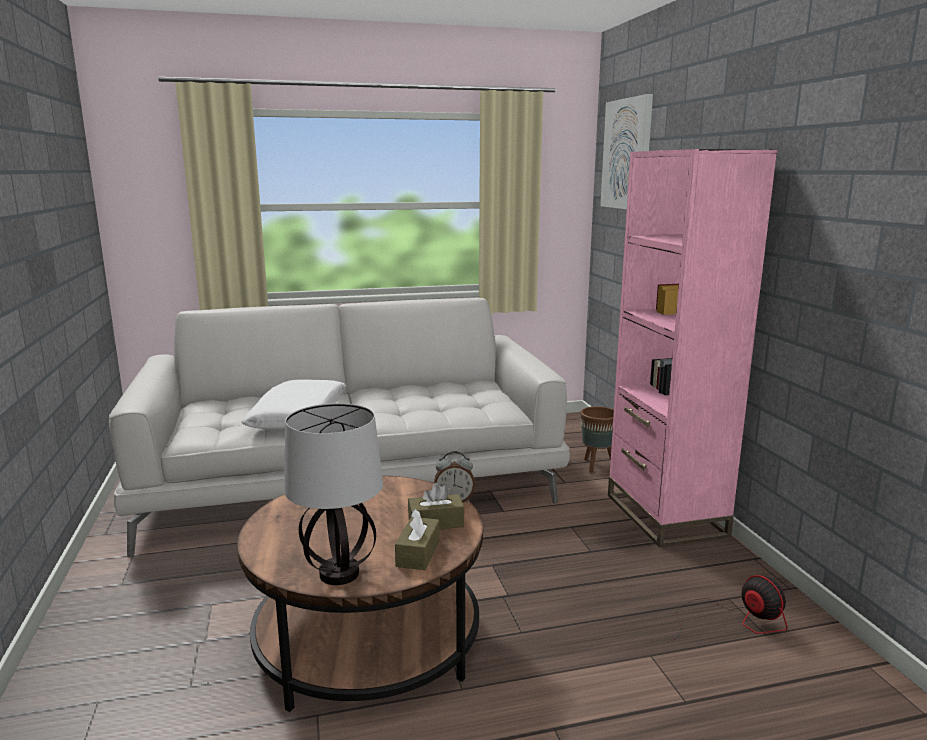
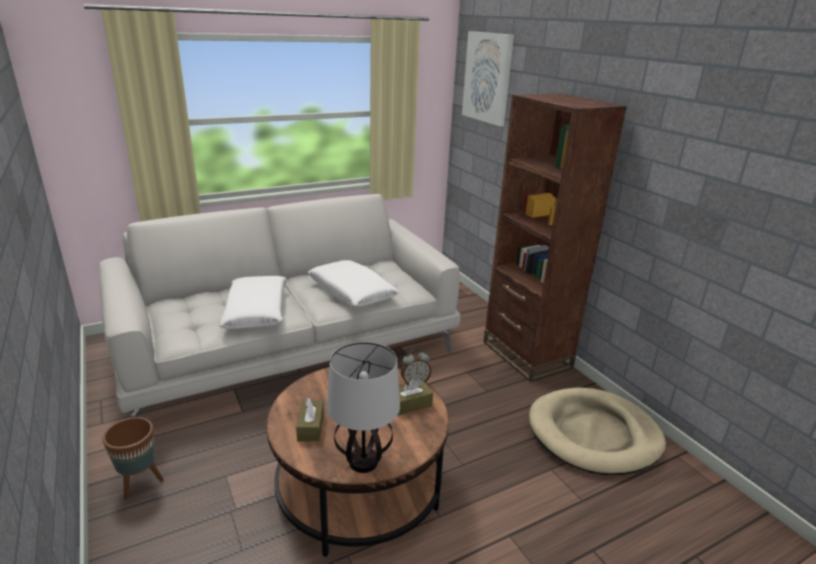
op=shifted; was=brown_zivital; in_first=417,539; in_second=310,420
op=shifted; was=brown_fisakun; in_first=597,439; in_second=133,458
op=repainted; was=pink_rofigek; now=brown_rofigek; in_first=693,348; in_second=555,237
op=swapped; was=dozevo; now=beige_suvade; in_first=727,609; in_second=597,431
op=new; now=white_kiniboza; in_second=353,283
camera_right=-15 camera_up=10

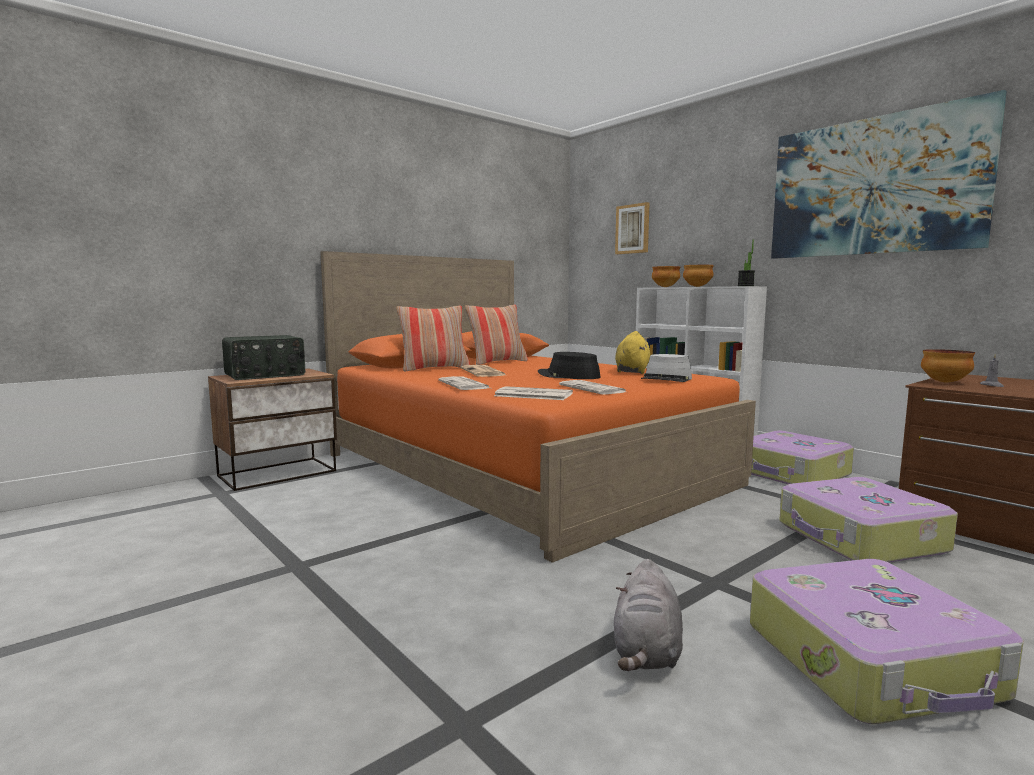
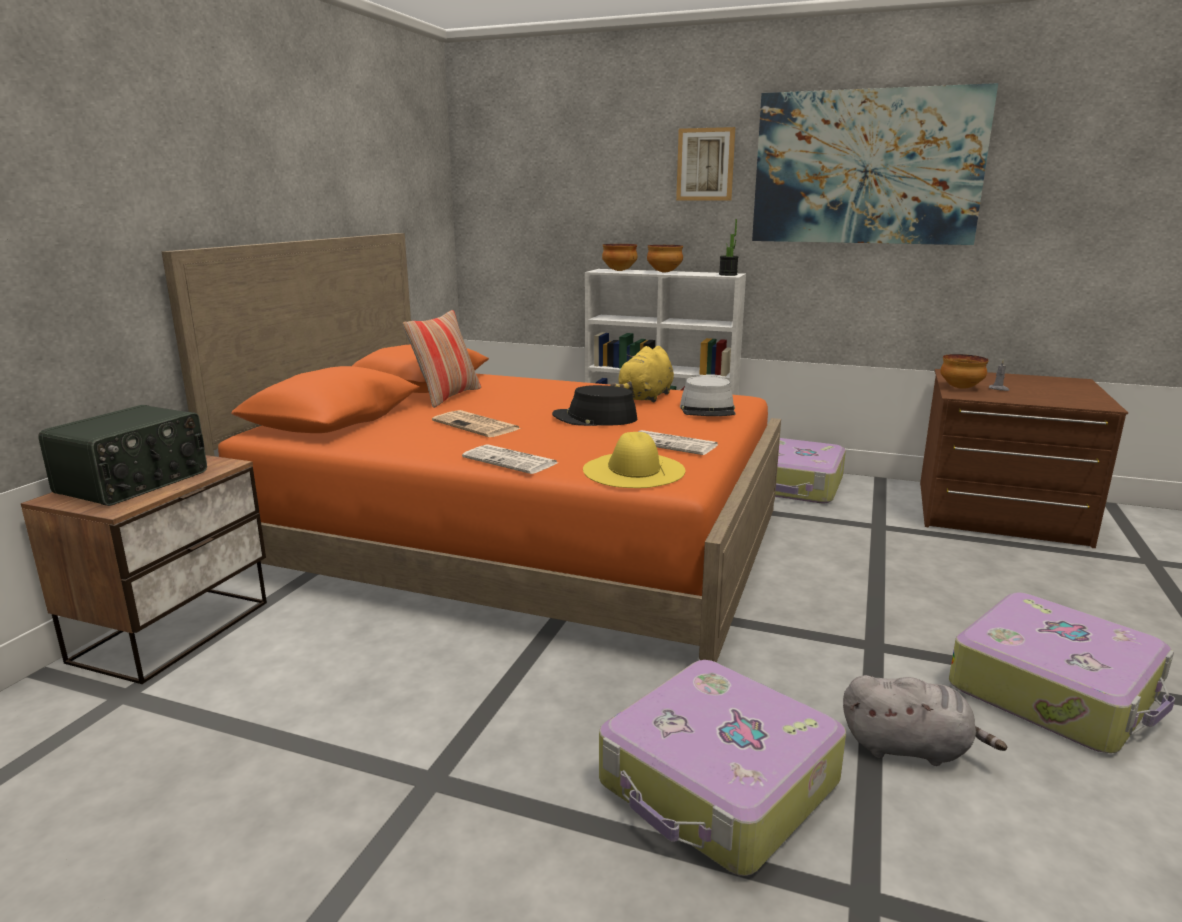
op=gone; was=kiniboza; in_first=433,339
op=swapped; was=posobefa; now=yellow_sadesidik; in_first=533,393; in_second=634,460
op=rotated; was=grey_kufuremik; in_first=648,615; in_second=925,720; clockwise=-60
op=shifted; was=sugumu; in_first=632,228; in_second=705,164
op=rotated; was=yellow_kufuremik; in_first=632,352; in_second=642,374; clockwise=-135
op=shifted; was=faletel; in_first=868,520; in_second=722,768
camera_right=-30 camera_up=10

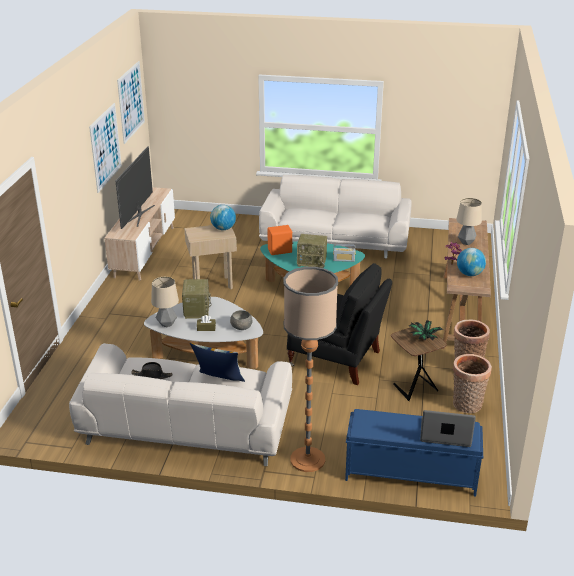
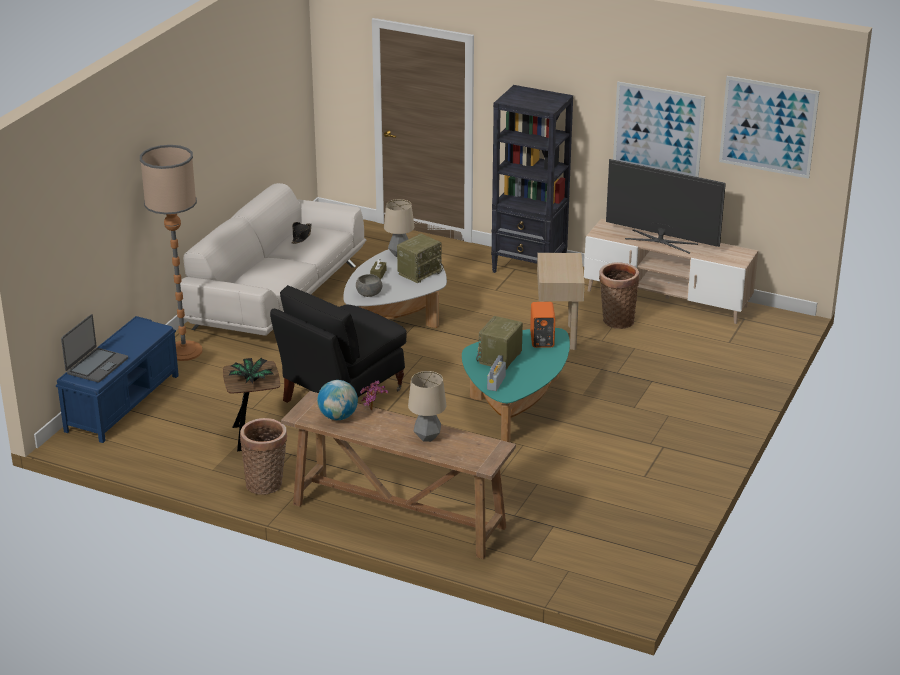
op=rotated; was=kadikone; in_first=197,299; in_second=420,258; clockwise=-60
op=gone; was=kiniboza; in_first=217,362
op=gone; was=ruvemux; in_first=223,217
op=gone; was=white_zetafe; in_first=335,216
op=shifted; was=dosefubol; in_first=472,383; in_second=619,295
op=new; now=black_rofigek; in_second=532,179
camera_right=105 camera_up=0

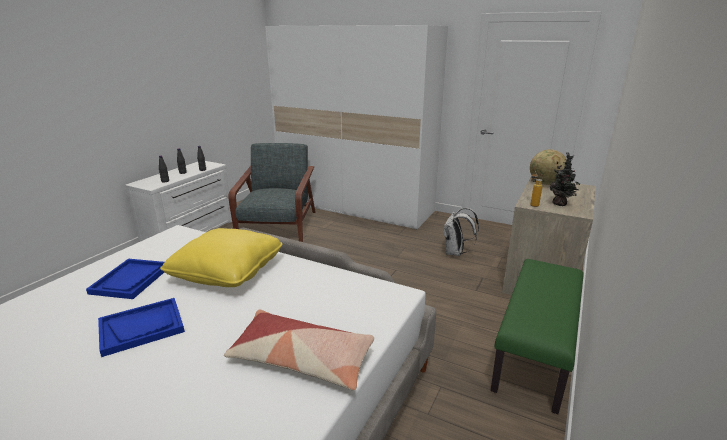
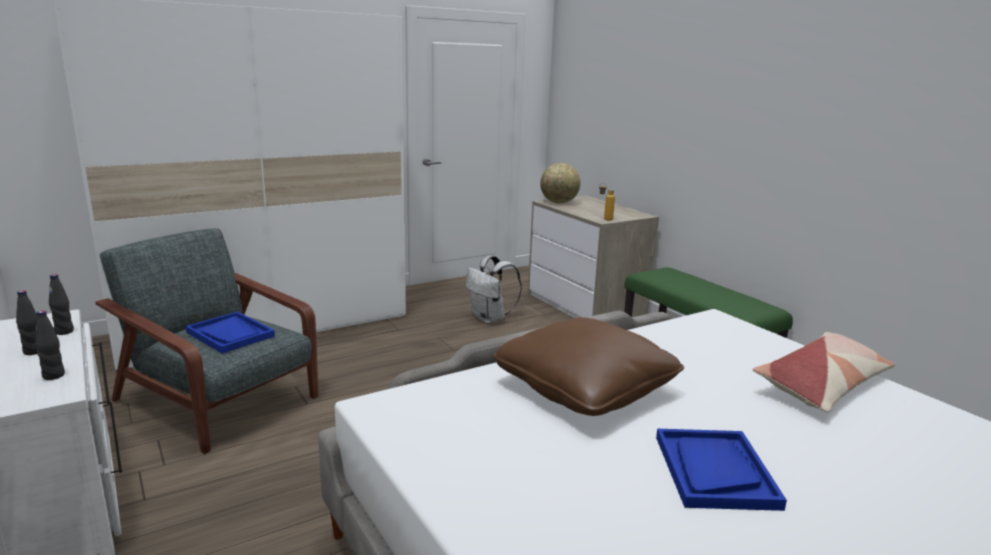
op=shifted; was=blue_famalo; in_first=125,279; in_second=230,333
op=repainted; was=yellow_kiniboza; now=brown_kiniboza; in_first=221,257; in_second=588,366
op=gone; was=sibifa; in_first=565,179
camera_right=-60 camera_up=-5

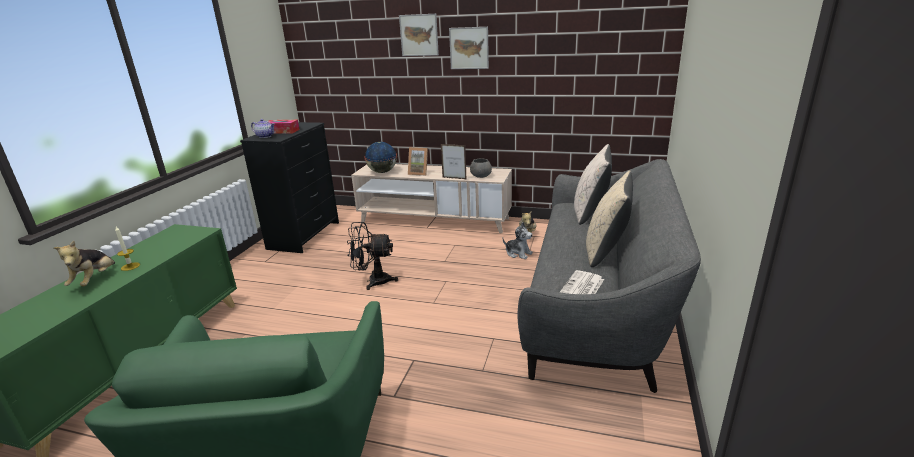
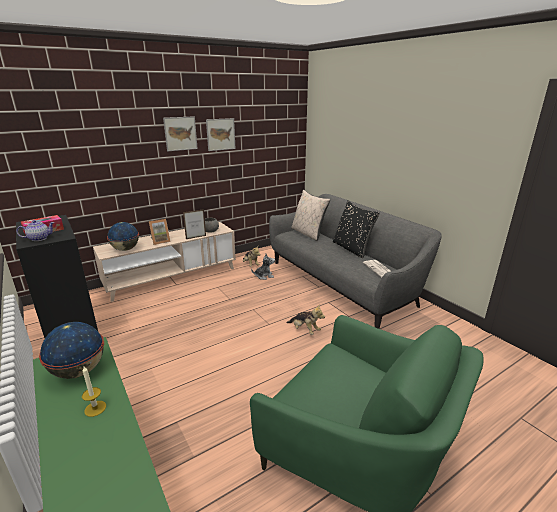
op=shifted; was=kufuremik; in_first=84,263; in_second=305,320
op=gone; was=black_dozevo; in_first=372,256
op=shifted; was=sugumu; in_first=419,35; in_second=221,134
op=repainted; was=beige_kiniboza; now=black_kiniboza; in_first=609,218; in_second=356,229
op=new; now=ruvemux; in_second=71,350
camera_right=-50 camera_up=0

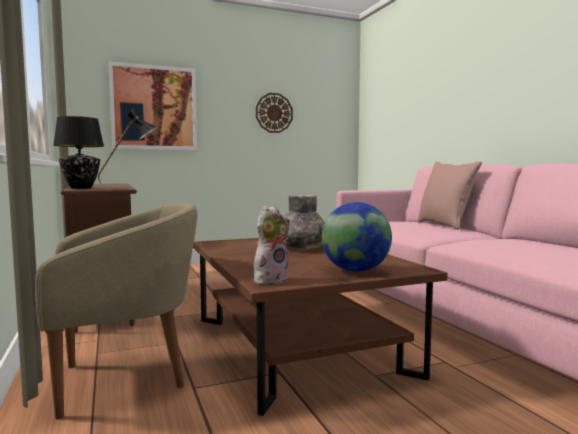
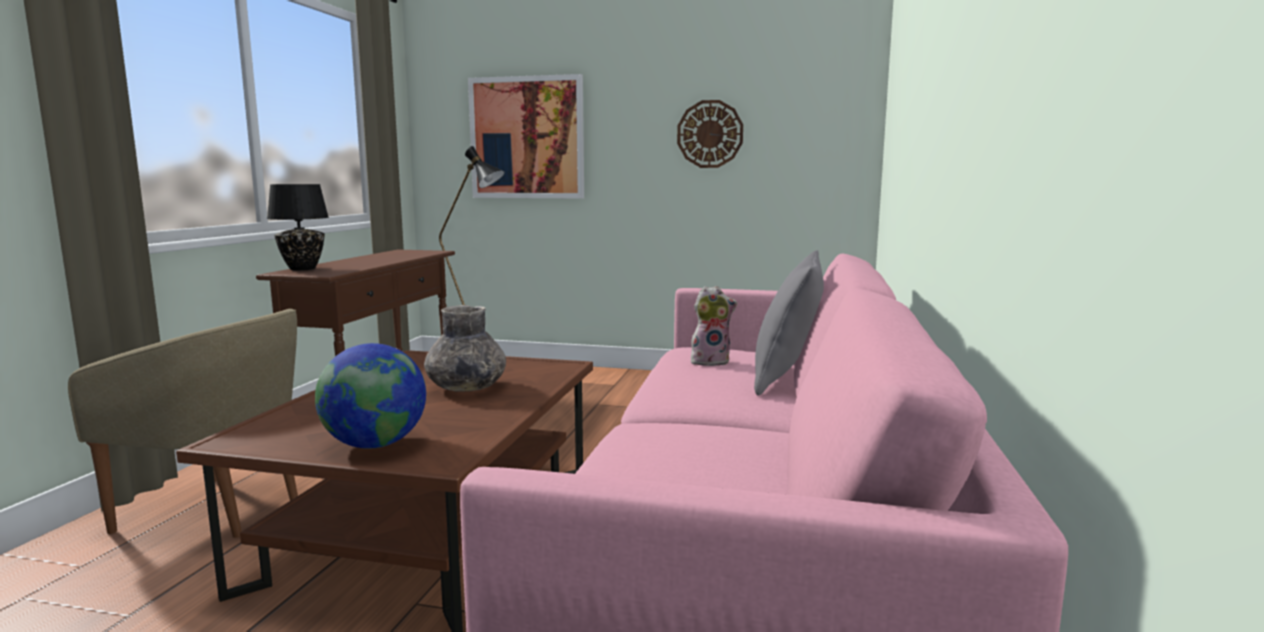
op=shifted; was=kufuremik; in_first=272,245; in_second=714,326
op=repainted; was=pink_kiniboza; now=grey_kiniboza; in_first=450,195; in_second=789,322
camera_right=35 camera_up=5

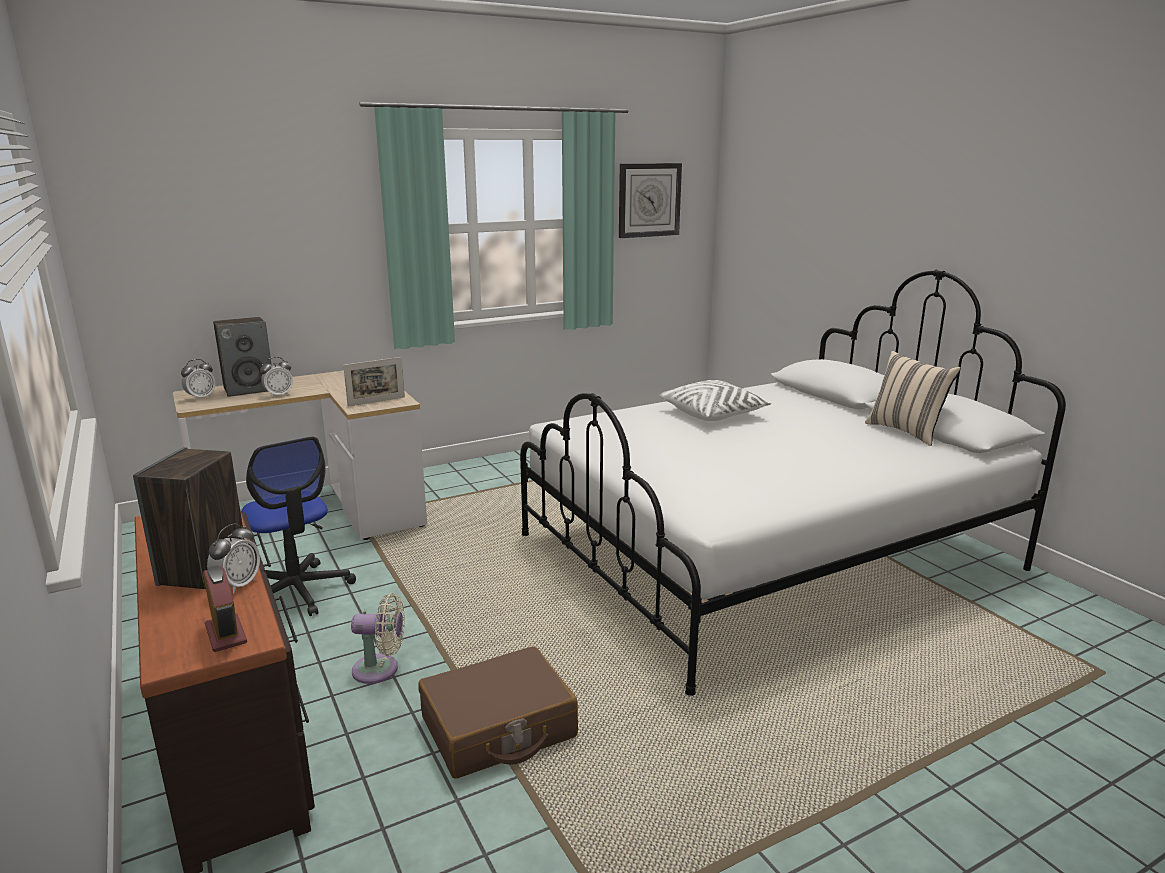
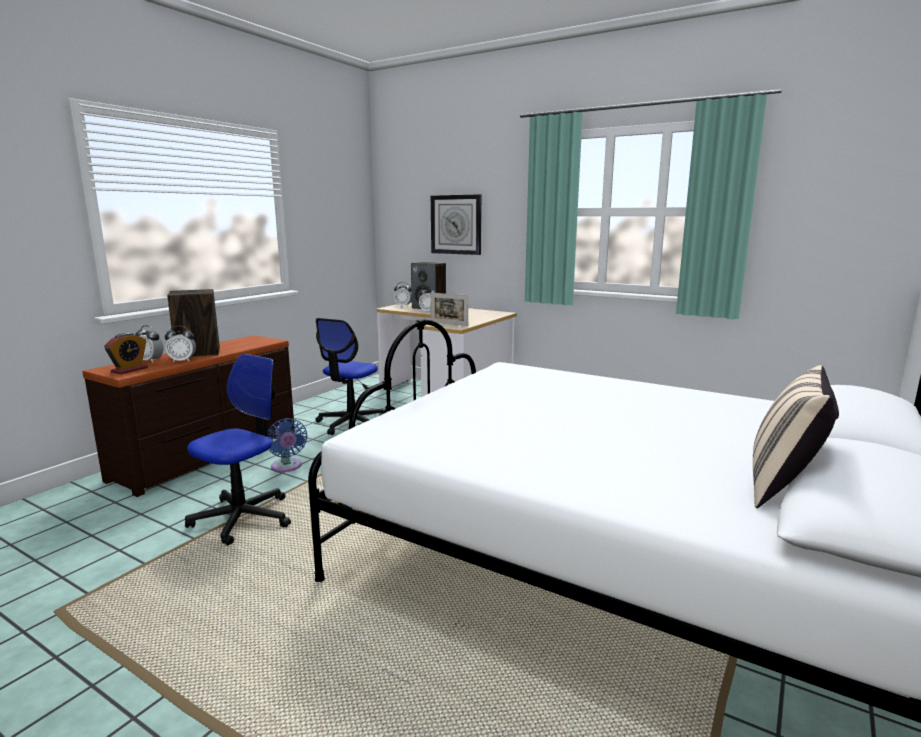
op=repainted; was=beige_dozevo; now=blue_dozevo; in_first=378,638; in_second=287,445
op=swapped; was=brown_faletel; now=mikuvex; in_first=498,712; in_second=238,450
op=shifted; was=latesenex; in_first=650,200; in_second=456,224
op=gone; was=white_kiniboza; in_first=715,400
op=new; now=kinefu; in_second=149,344
camera_right=60 camera_up=-5

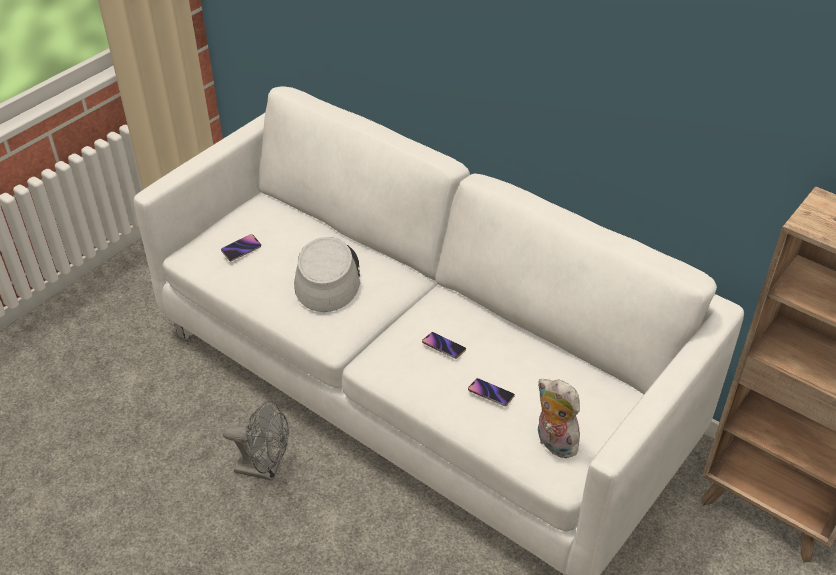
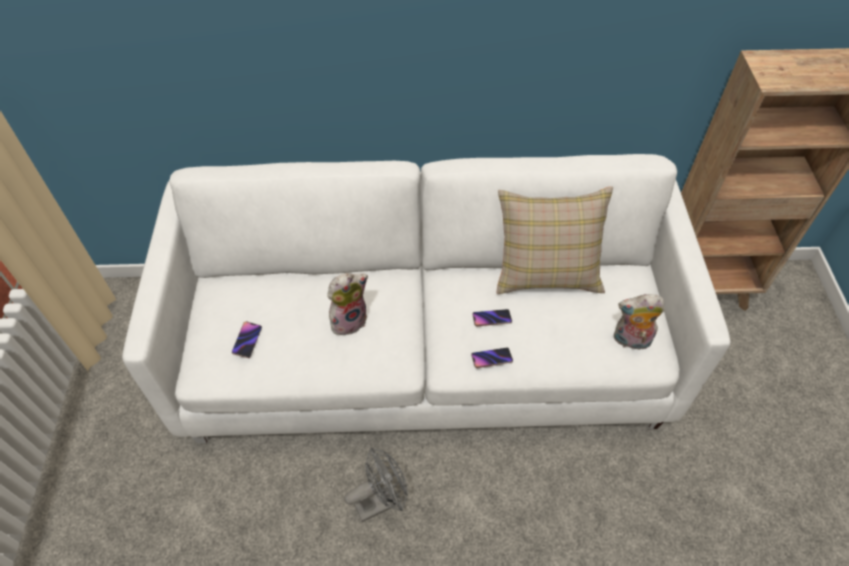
op=swapped; was=grey_sadesidik; now=kufuremik; in_first=327,274; in_second=347,304
op=shifted; was=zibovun; in_first=491,392; in_second=492,358
op=new; now=beige_kiniboza; in_second=555,240
camera_right=-40 camera_up=10

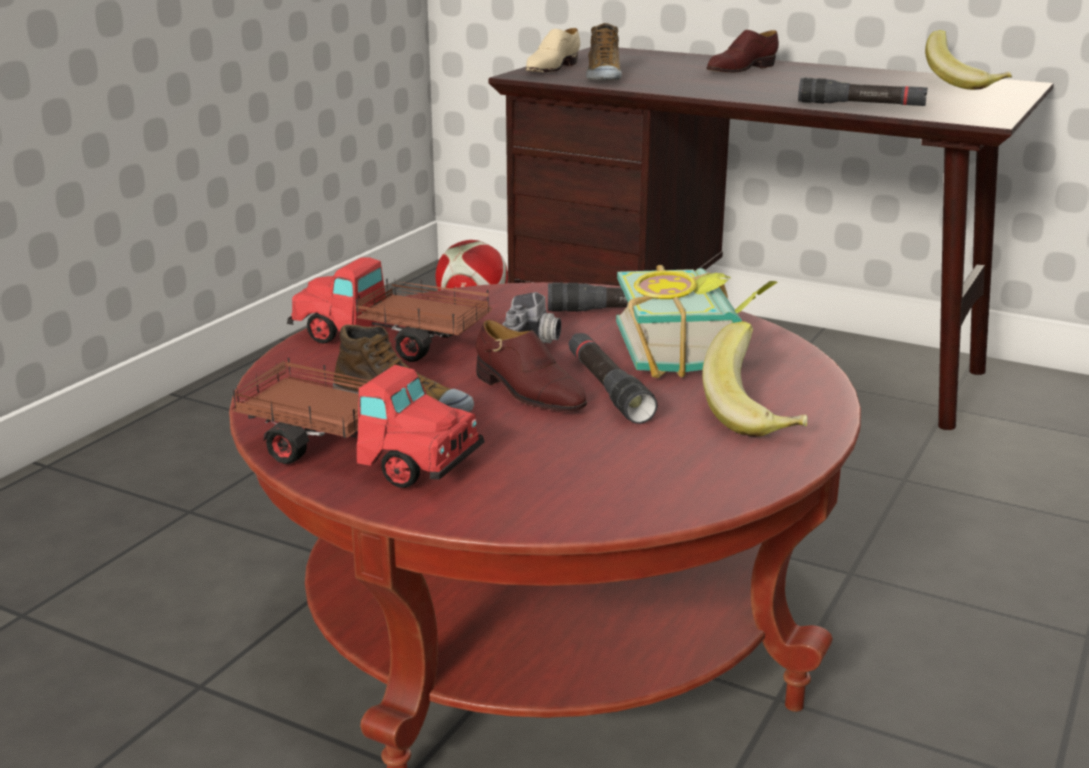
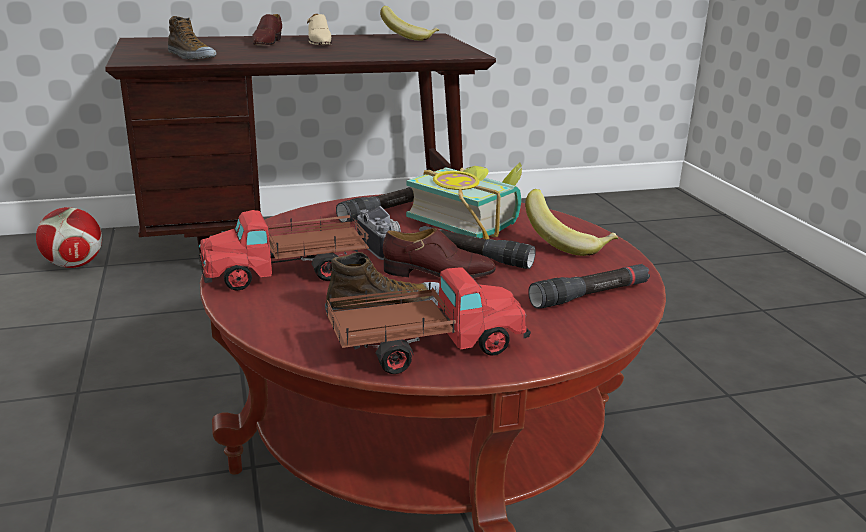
op=shifted; was=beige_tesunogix; in_first=553,50; in_second=319,29
op=shifted; was=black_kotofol; in_first=863,92; in_second=589,286
camera_right=-45 camera_up=0

